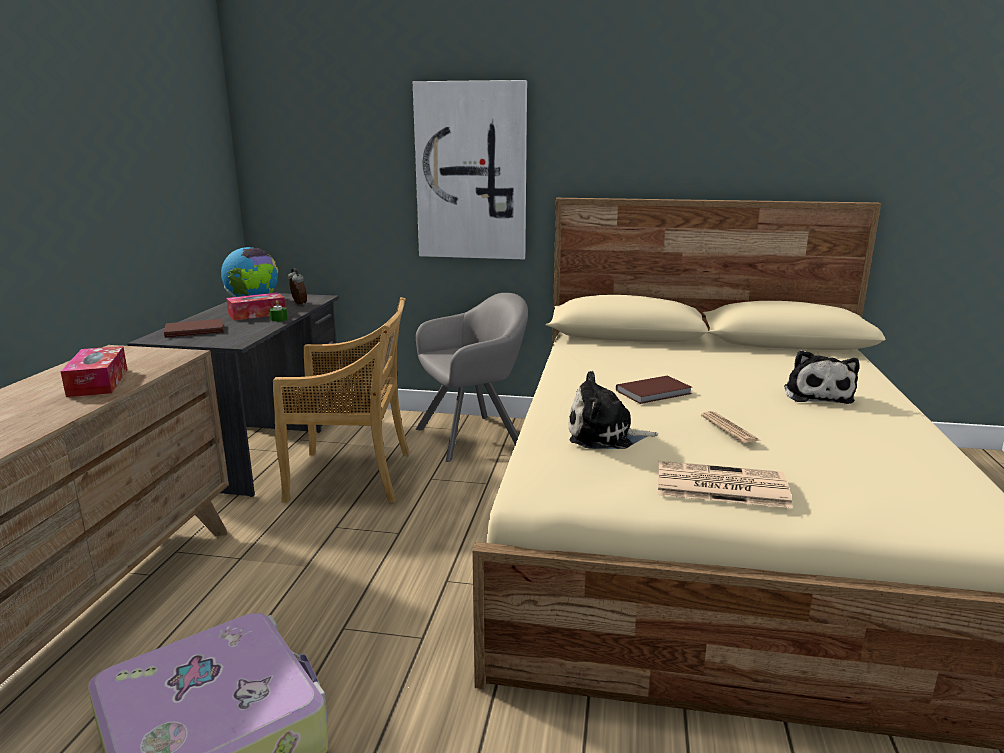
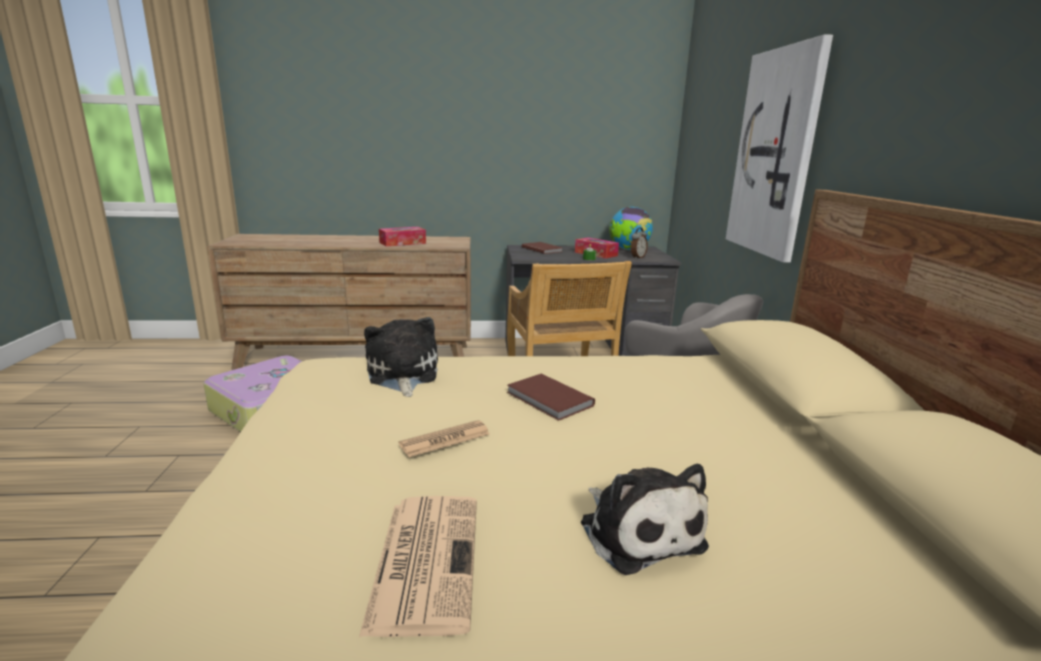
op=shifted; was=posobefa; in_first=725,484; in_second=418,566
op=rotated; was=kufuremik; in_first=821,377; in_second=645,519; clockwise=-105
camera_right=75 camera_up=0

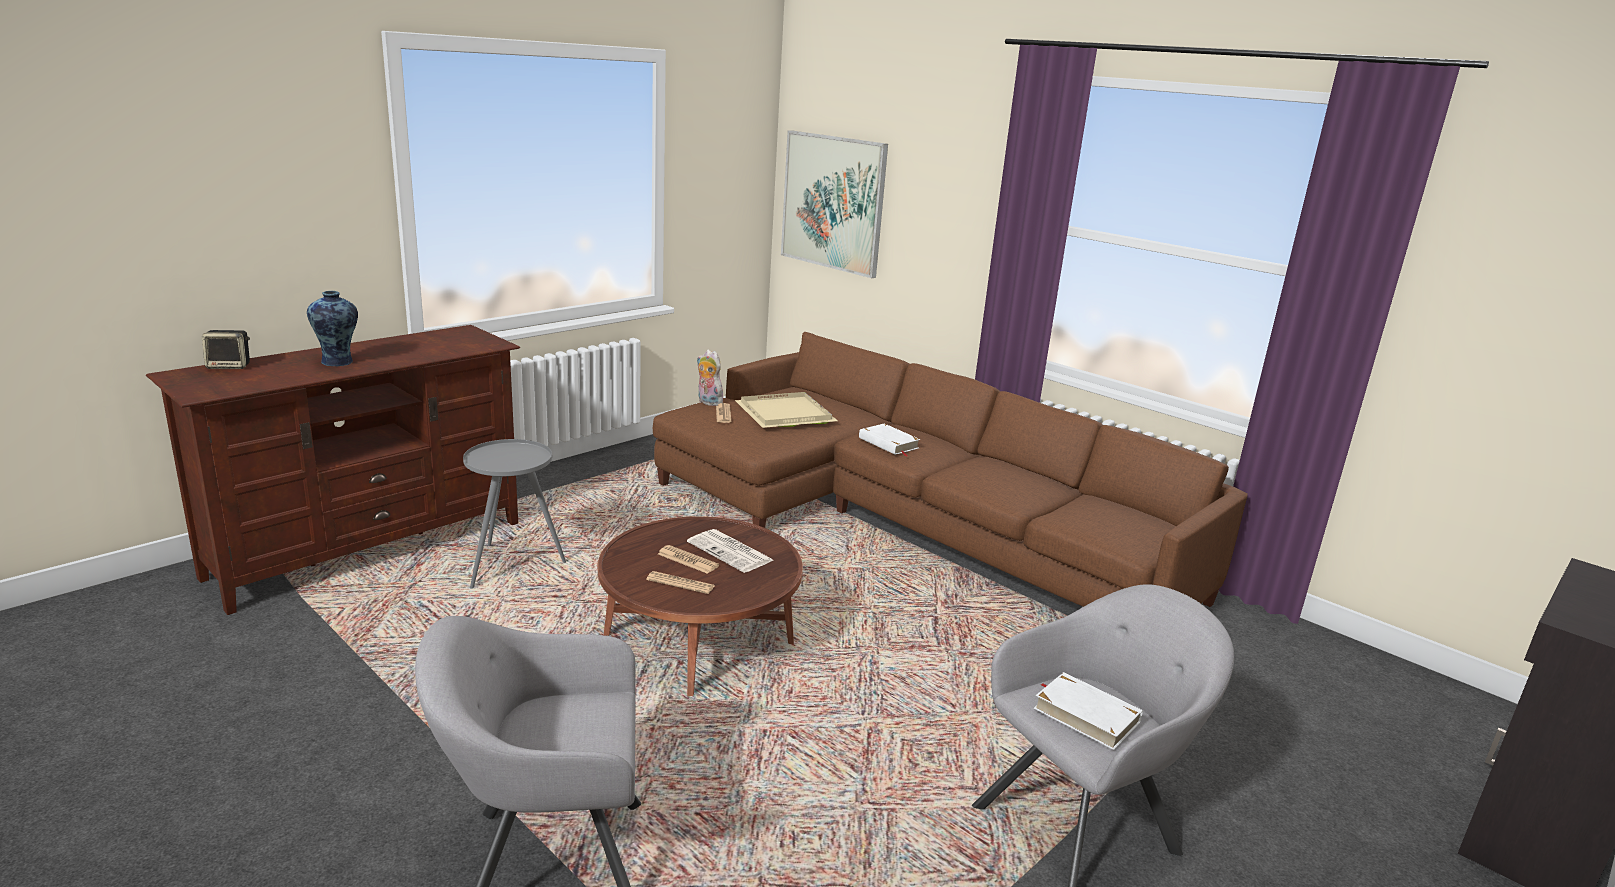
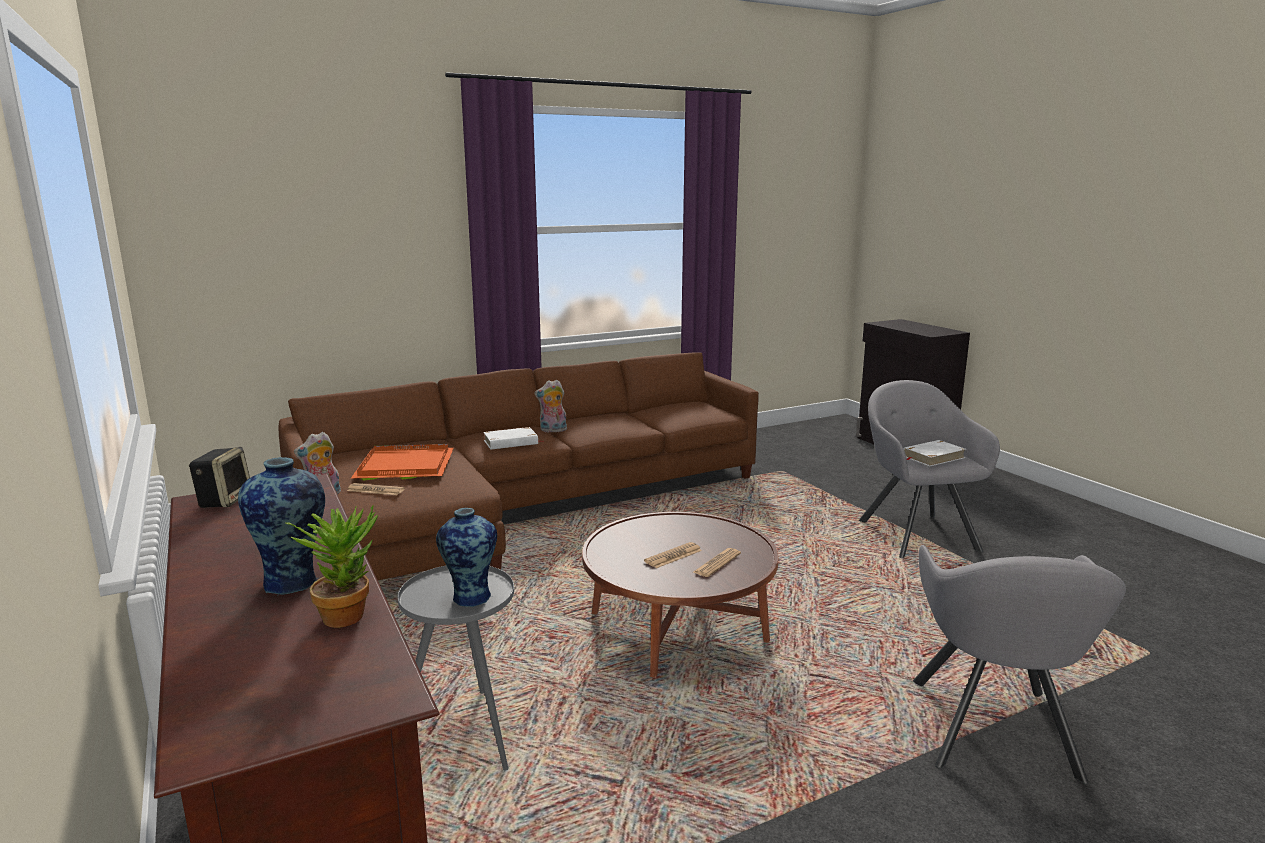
op=shifted; was=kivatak; in_first=226,349; in_second=219,477
op=gone; was=posobefa; in_first=730,551
op=repainted; was=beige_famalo; now=orange_famalo; in_first=786,410; in_second=402,462
op=gone; was=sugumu; in_first=834,204
op=new; now=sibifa; in_second=331,567
op=new; now=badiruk; in_second=466,557
op=new; now=kufuremik; in_second=550,406
camera_right=-70 camera_up=-5

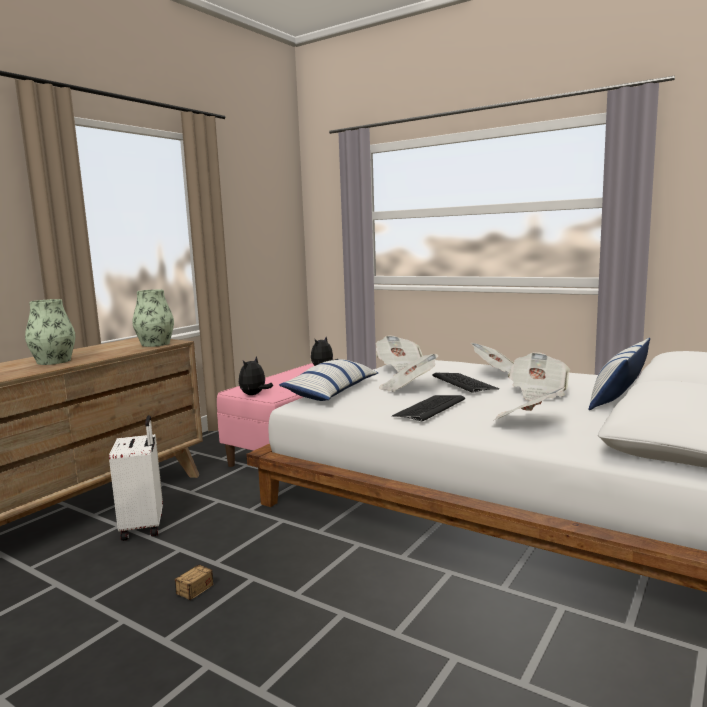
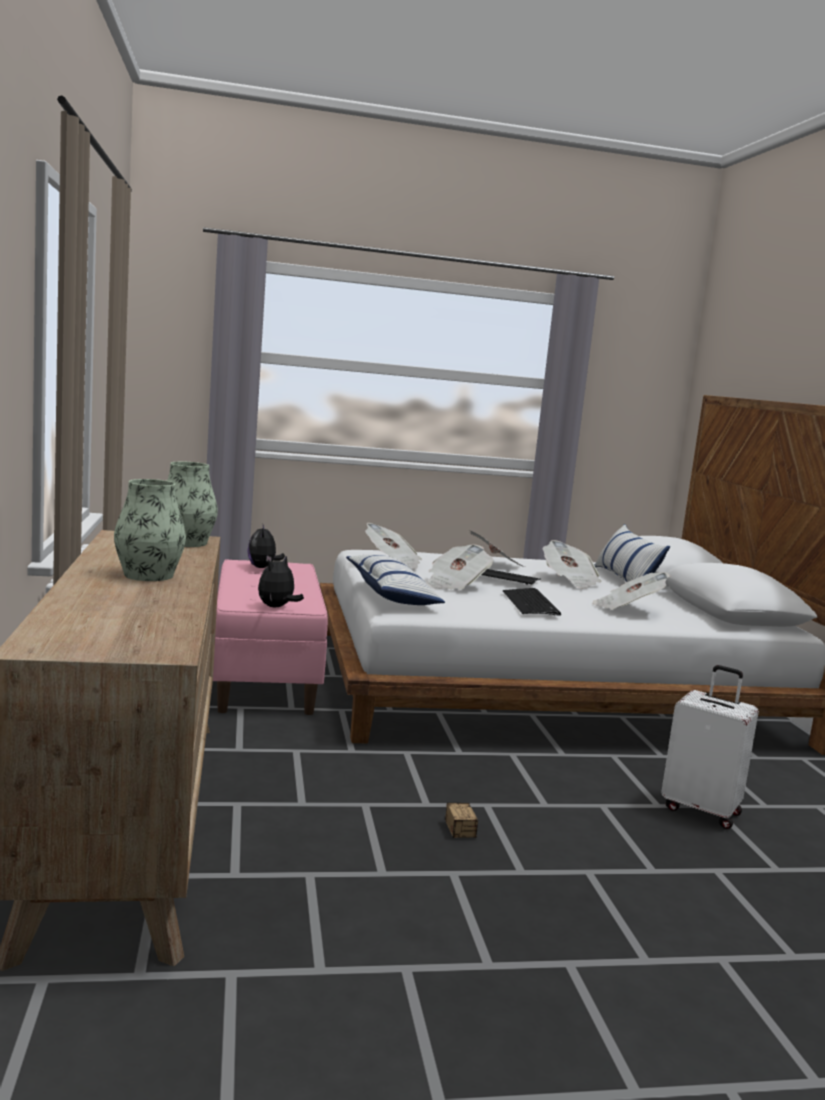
op=shifted; was=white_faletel; in_first=136,478; in_second=710,747
op=rotated; was=kufuremik; in_first=256,375; in_second=281,581; clockwise=45
camera_right=-45 camera_up=0

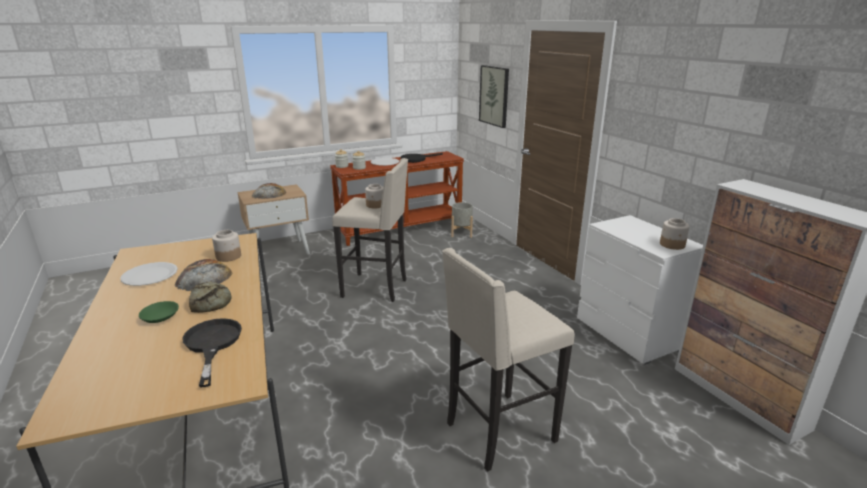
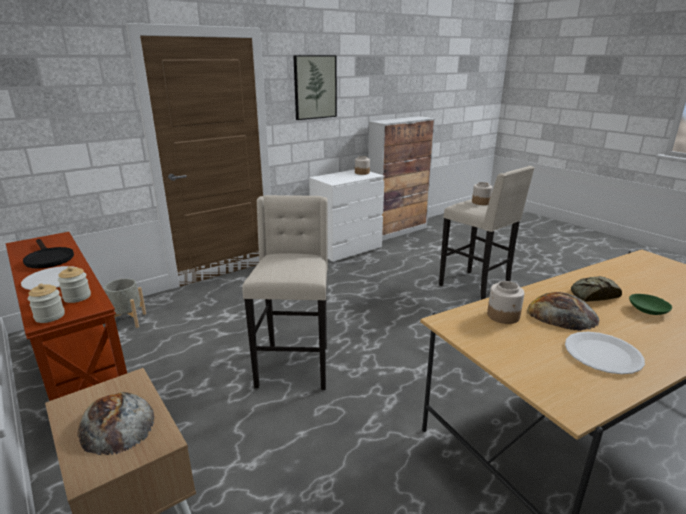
op=gone; was=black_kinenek; in_first=212,353
op=shifted; was=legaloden; in_first=374,196; in_second=482,193
op=shifted; was=sugumu; in_first=494,96; in_second=315,87
camera_right=-100 camera_up=0

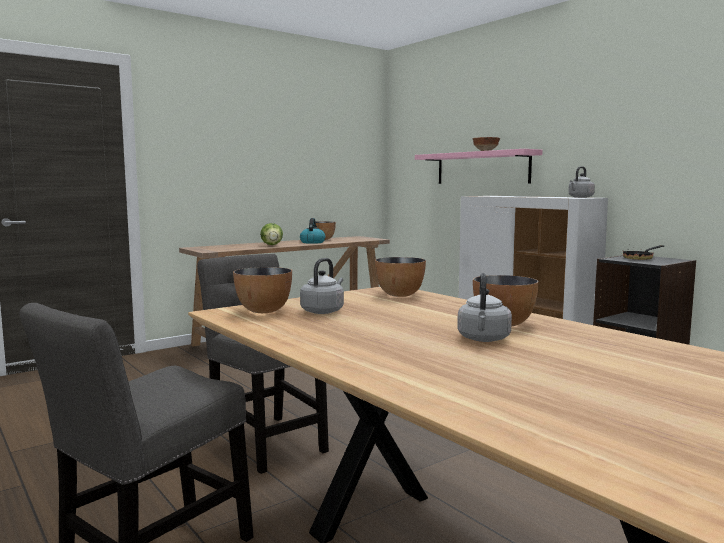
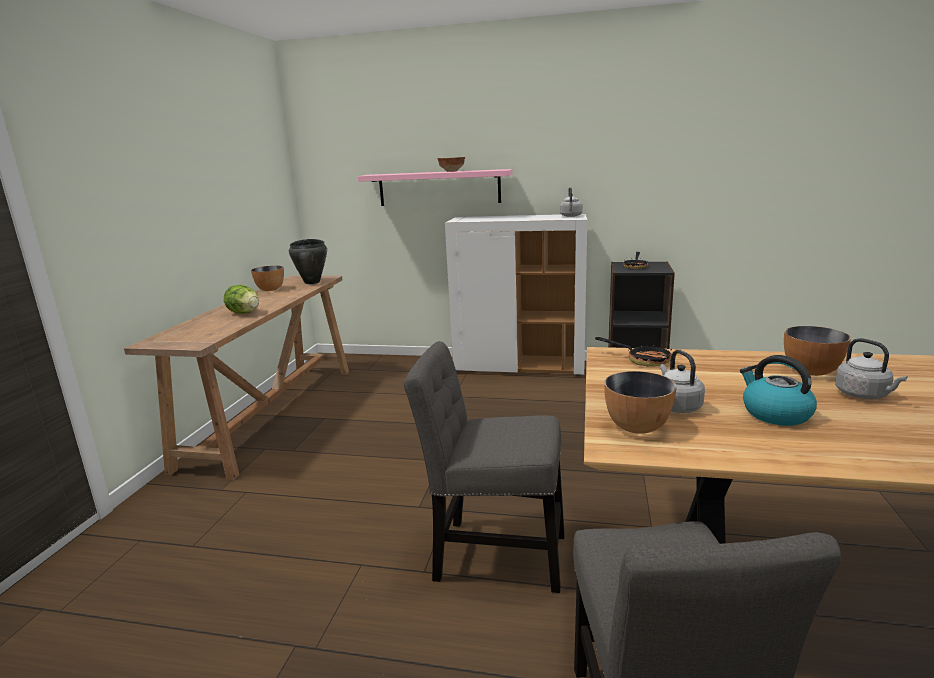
op=shifted; was=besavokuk; in_first=312,231; in_second=778,390
op=swapped; was=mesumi; now=kinenek; in_first=400,277; in_second=633,352
op=new; now=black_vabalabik; in_second=308,261
camera_right=-40 camera_up=10

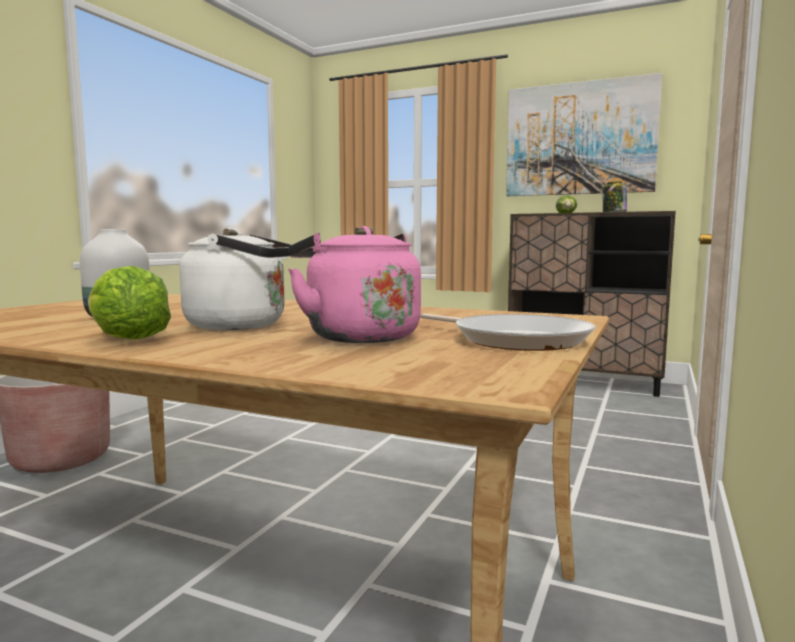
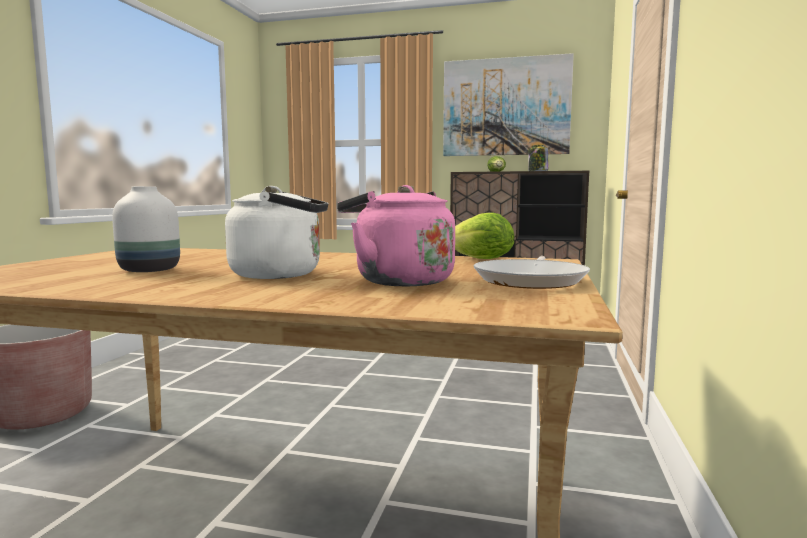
op=shifted; was=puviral; in_first=129,303; in_second=484,236
op=rotated; was=kinenek; in_first=507,332; in_second=531,272; clockwise=75
camera_right=-10 camera_up=0

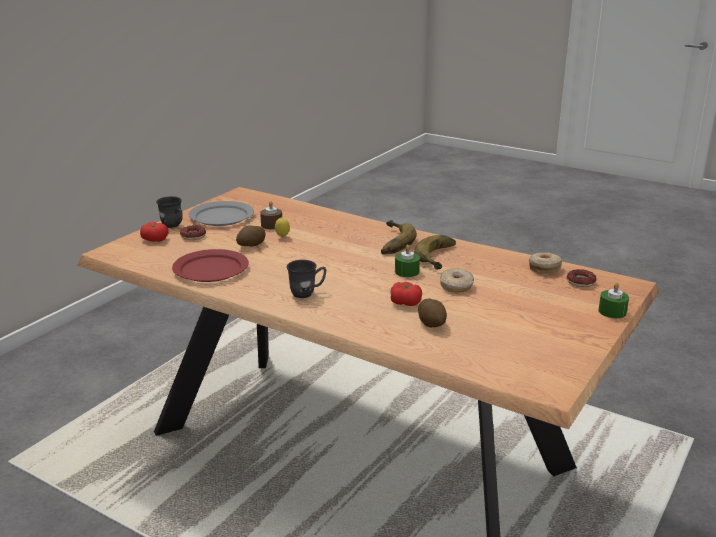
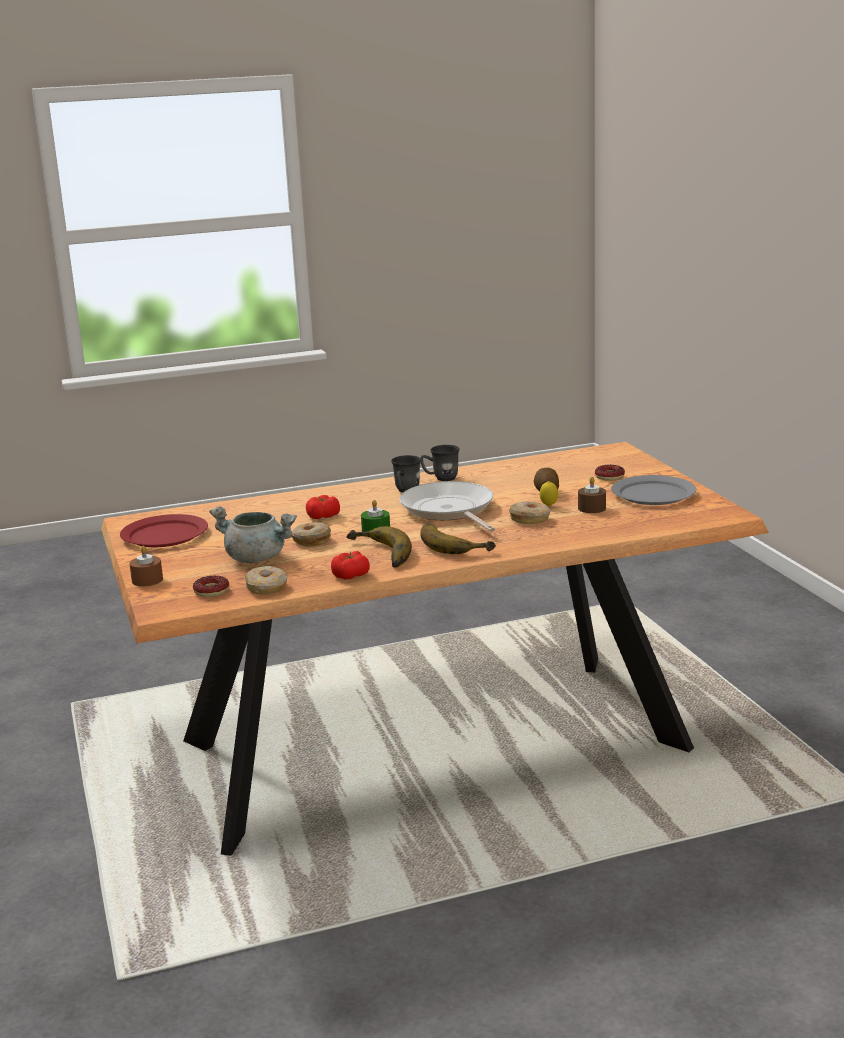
op=shifted; was=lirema; in_first=154,232; in_second=350,565
op=shifted; was=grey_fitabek; in_first=169,212; in_second=440,463
op=shifted; was=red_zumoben; in_first=210,265; in_second=164,530
op=gone; was=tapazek; in_first=432,312
op=repainted; was=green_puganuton; now=brown_puganuton; in_first=613,300; in_second=146,566
op=new; now=grey_vabalabik; in_second=253,535
op=new; now=kinenek; in_second=447,506
op=new; now=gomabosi; in_second=529,512
camera_right=130 camera_up=-5

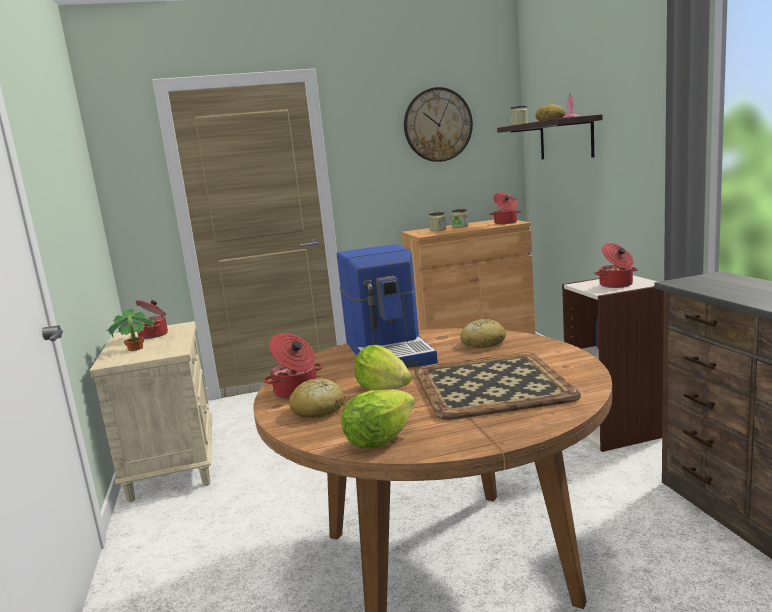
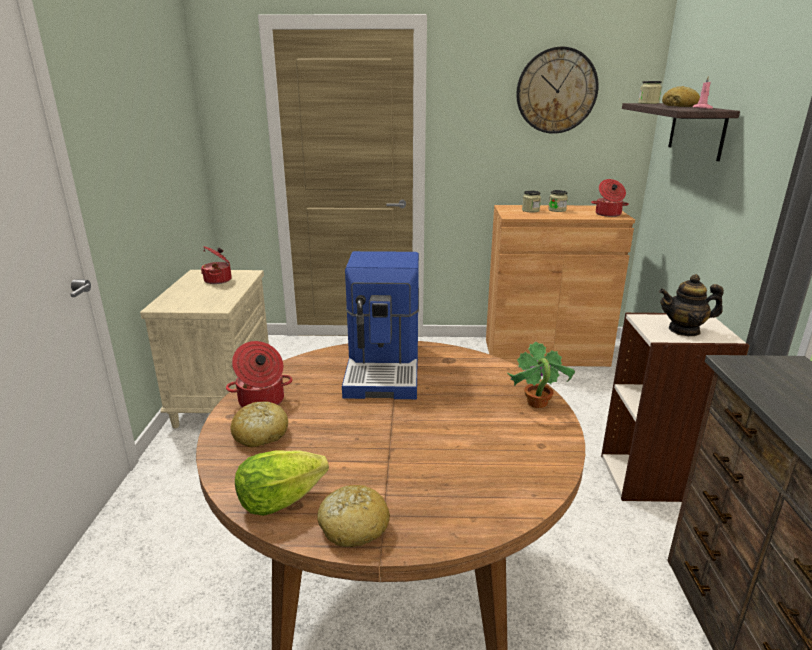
op=shifted; was=sibifa; in_first=131,329; in_second=541,375
op=gone; was=puviral; in_first=383,367
op=gone; was=famalo; in_first=498,386
op=shifted; was=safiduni; in_first=483,333; in_second=353,516
op=swapped; was=vabalabik; now=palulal; in_first=616,265; in_second=691,305
camera_right=15 camera_up=10

